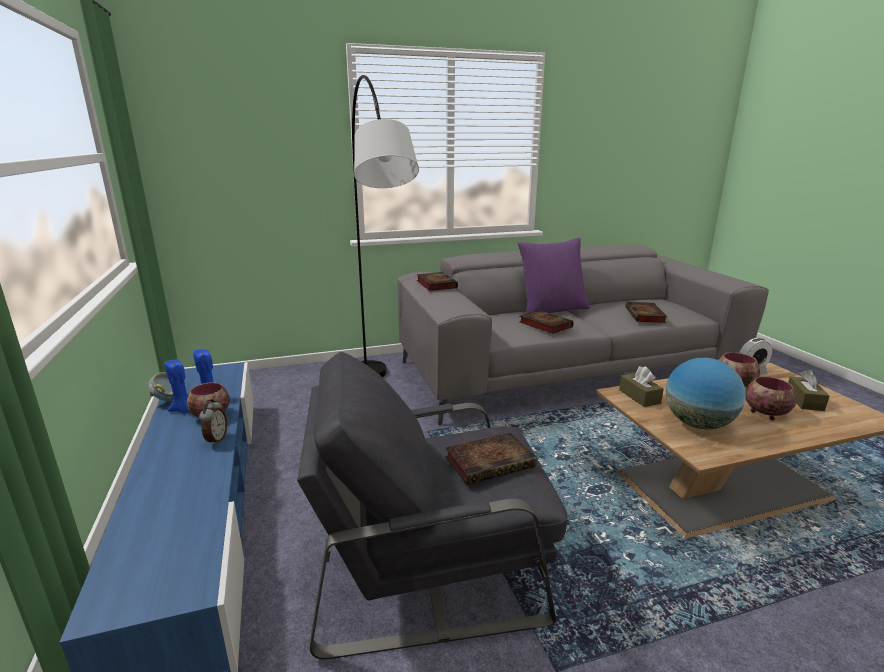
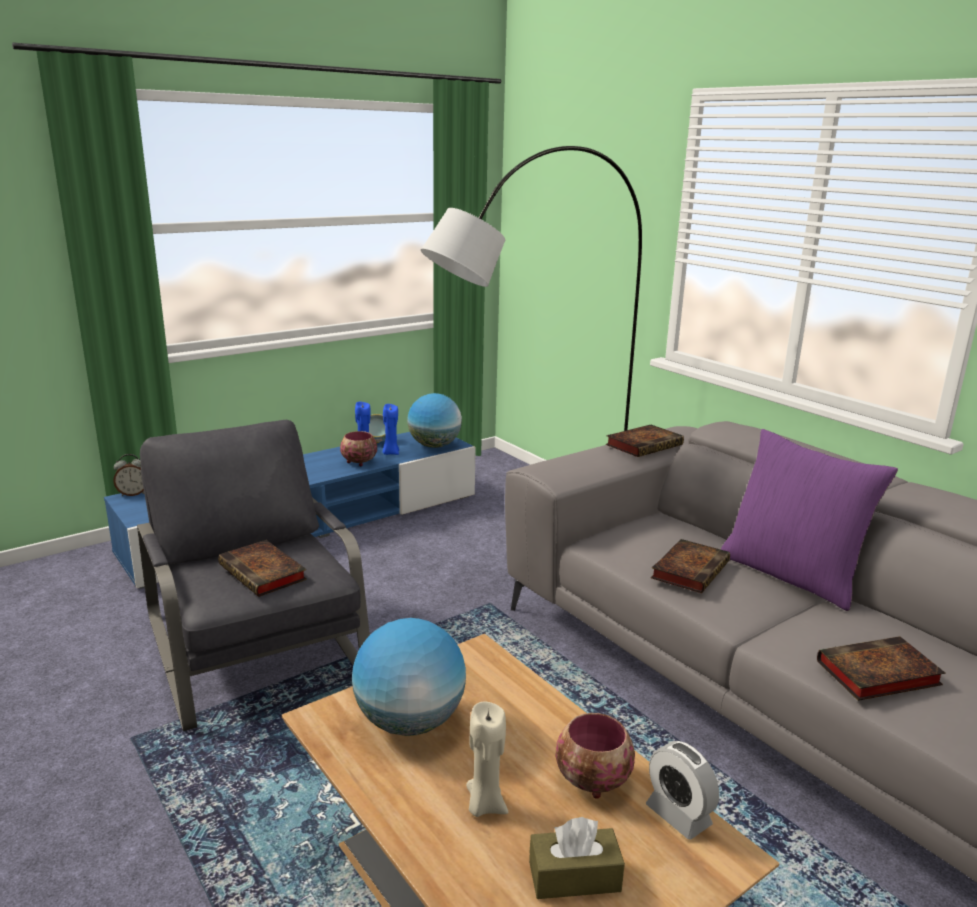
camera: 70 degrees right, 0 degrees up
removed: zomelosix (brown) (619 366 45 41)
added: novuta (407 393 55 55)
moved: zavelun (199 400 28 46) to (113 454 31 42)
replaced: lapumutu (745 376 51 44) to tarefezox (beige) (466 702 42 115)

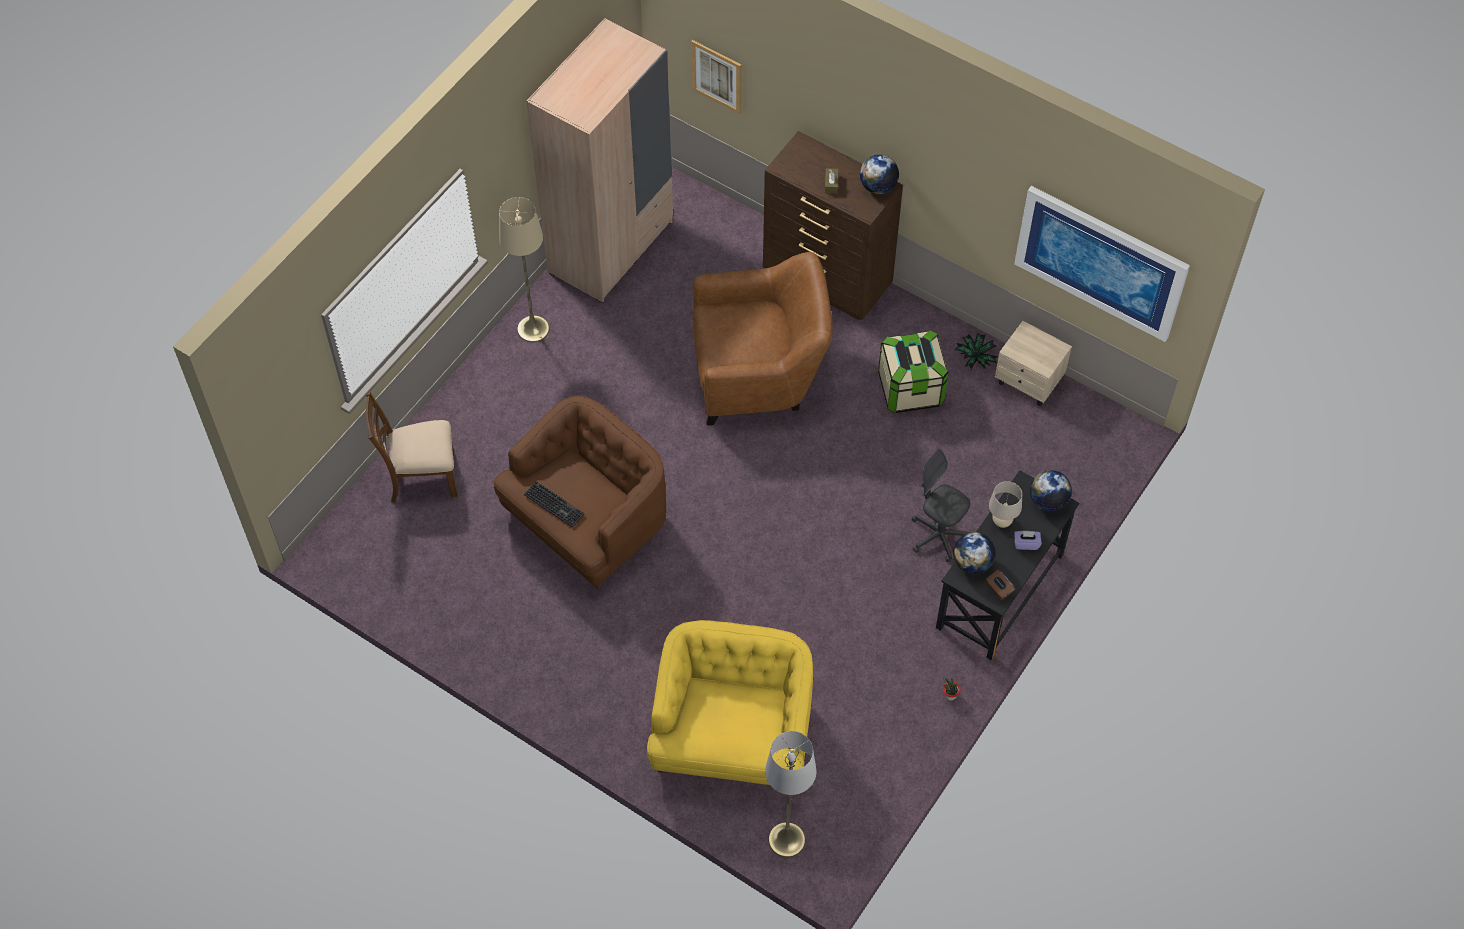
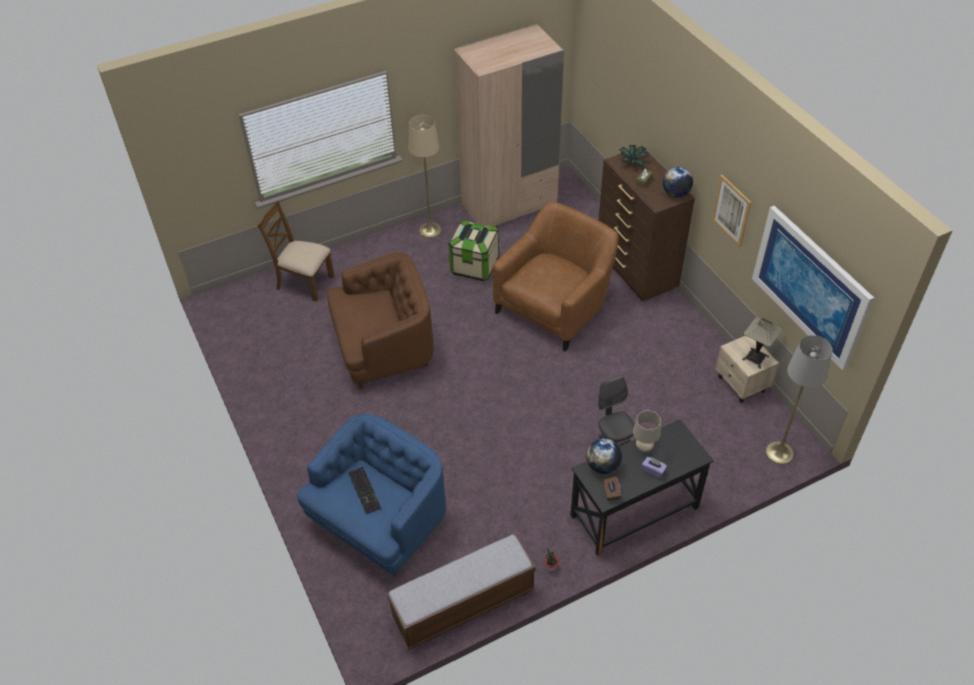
camera: 30 degrees right, 10 degrees down
removed: novuta (1030 470 42 41)
added: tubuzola (387 534 149 116); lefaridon (742 317 40 51)
moved: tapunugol (524 481 60 47) to (348 466 33 48); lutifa (691 40 50 74) to (711 175 40 73); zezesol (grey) (765 731 51 127) to (766 335 67 130); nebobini (878 330 71 83) to (449 220 50 61); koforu (955 333 43 36) to (619 145 30 22)
recoloured: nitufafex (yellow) (647 620 166 165) to nitufafex (blue) (297 413 149 164)
turned: nitufafex (brown) (693 252 140 173) = (493 201 126 150) 75 degrees counterclockwise

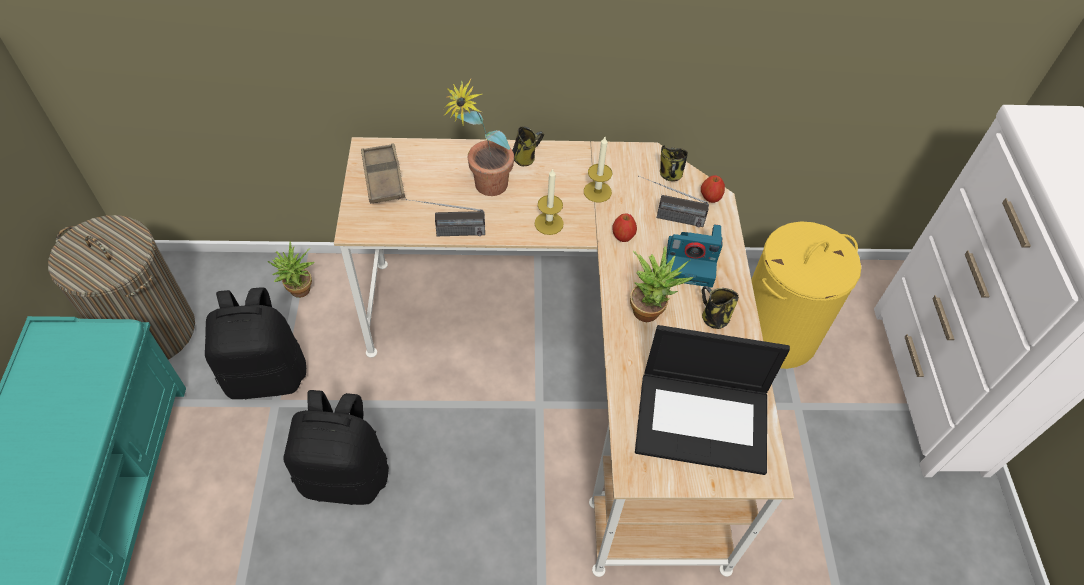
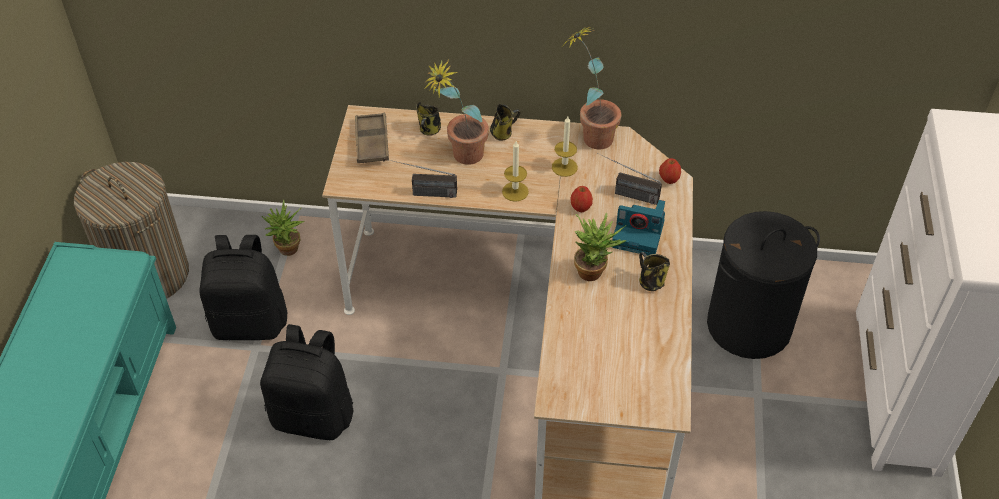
camera: 10 degrees right, 5 degrees down
removed: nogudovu (635 325 155 150)
added: koforu (560 27 61 123)
moved: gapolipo (660 146 28 35) to (416 102 25 34)
recoloured: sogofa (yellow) (751 221 110 148) to sogofa (black) (707 211 113 148)

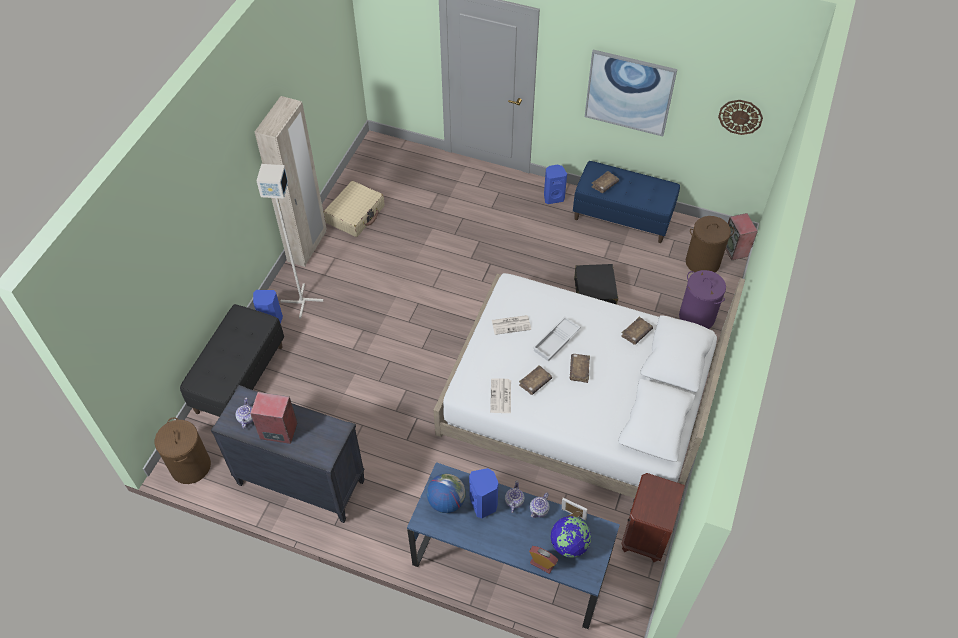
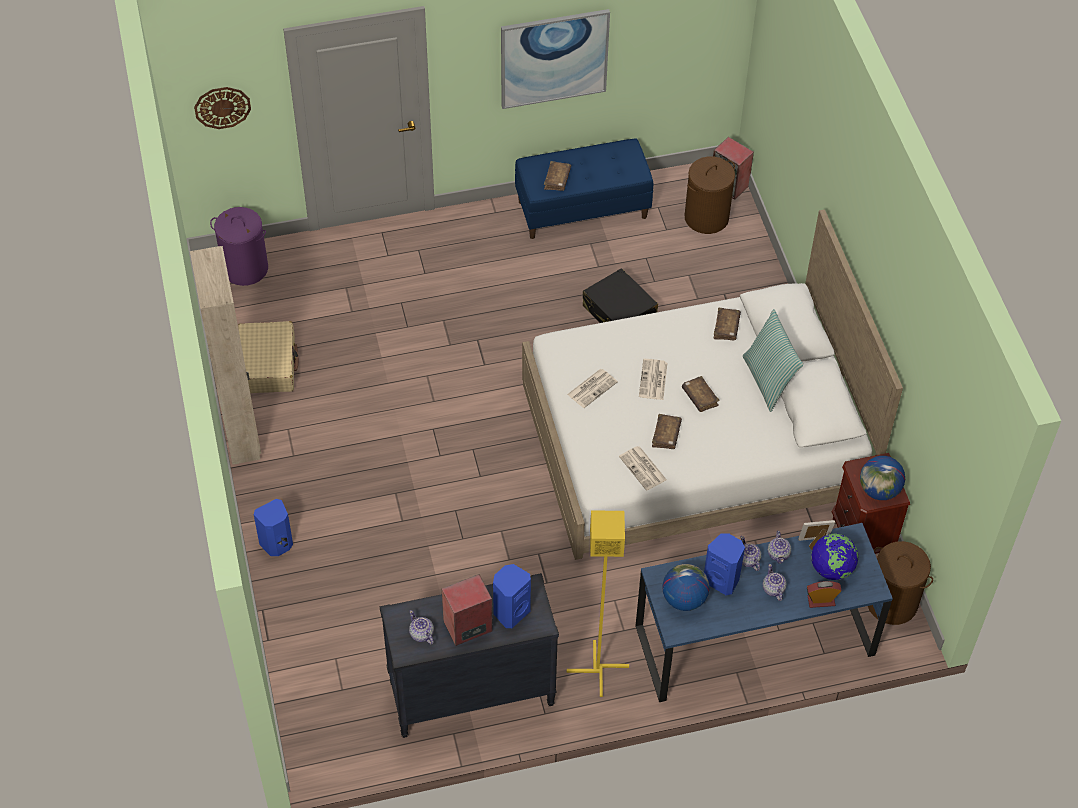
camera: 35 degrees left, 0 degrees up
removed: tubuzola (black) (180 304 104 113); zezesol (grey) (256 164 67 154)
added: zezesol (yellow) (567 511 62 186); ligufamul (743 309 60 103); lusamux (762 564 25 37); novuta (860 456 45 44)
moved: sogofa (brown) (155 417 56 67) to (868 541 65 84); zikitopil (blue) (544 165 23 39) to (493 564 38 64); sogofa (purple) (679 270 47 59) to (210 207 58 79); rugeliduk (718 100 45 35) to (194 87 57 42)
replaced: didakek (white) (533 316 48 45) to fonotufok (639 359 28 41)

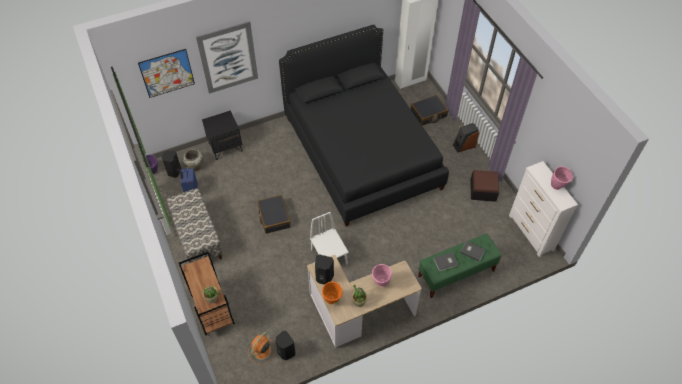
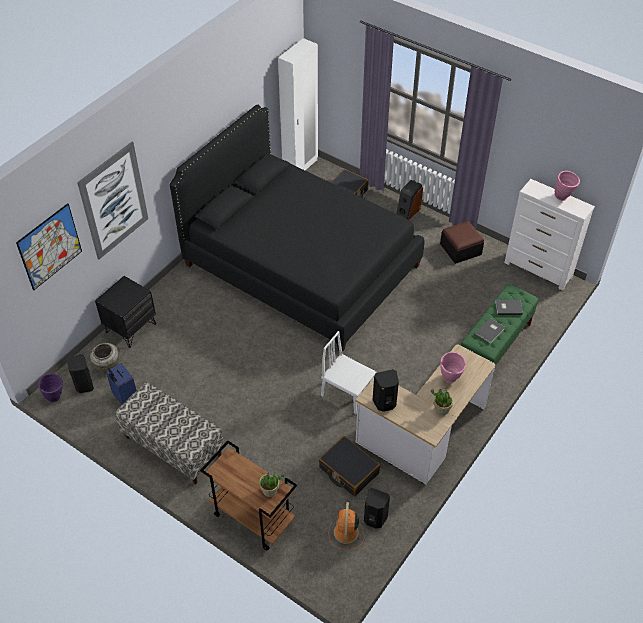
camera: 30 degrees left, 5 degrees down
removed: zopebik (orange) (322 282 20 22)
moved: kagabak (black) (257 195 34 39) to (319 436 61 61)

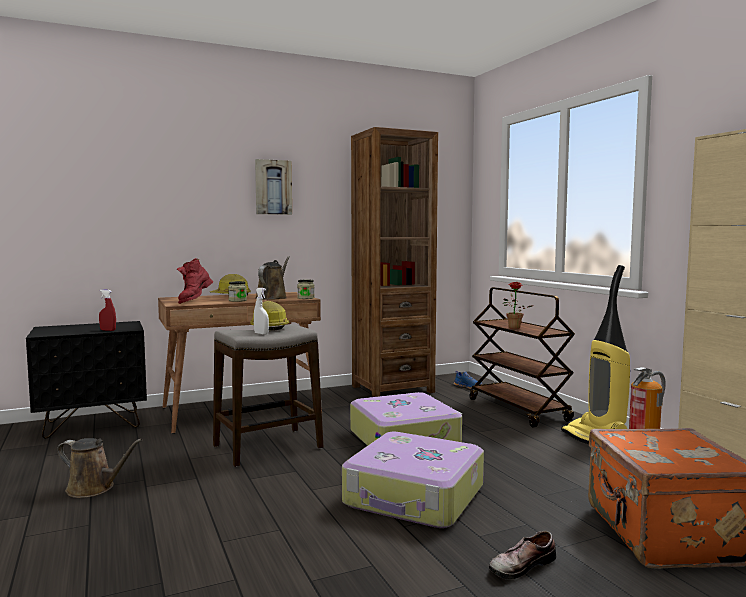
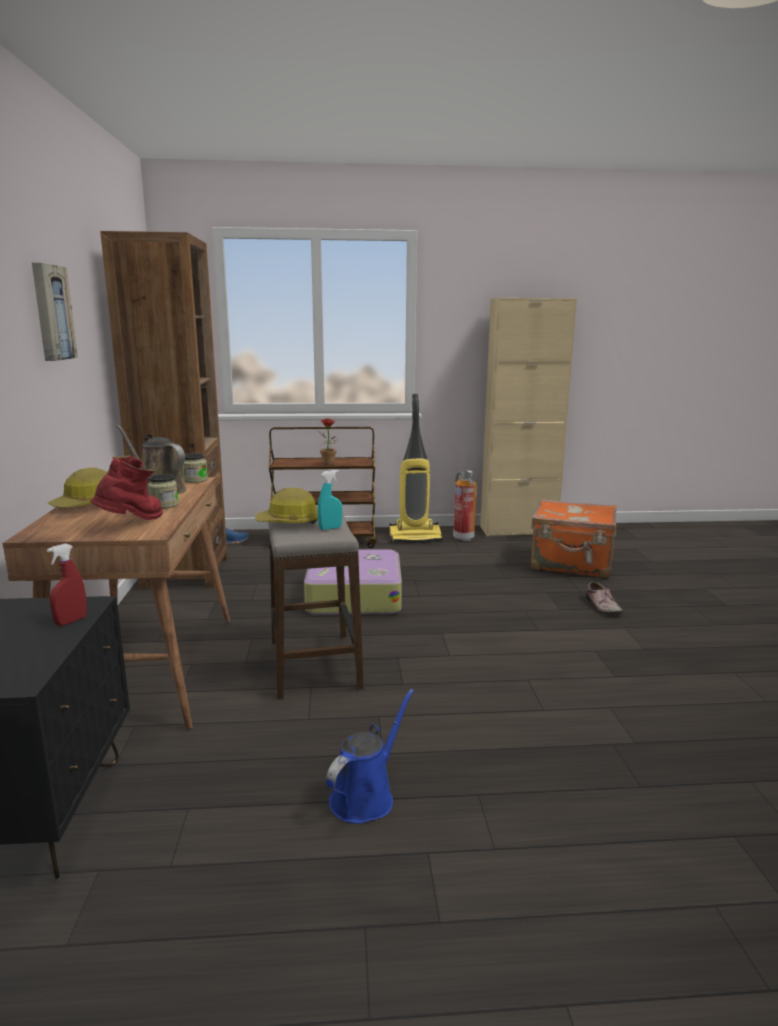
camera: 70 degrees left, 10 degrees up
removed: kagabak (342 431 142 97)
recoloured: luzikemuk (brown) (57 438 86 60) to luzikemuk (blue) (326 689 88 135); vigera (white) (254 288 15 47) to vigera (turquoise) (318 470 25 60)
turned: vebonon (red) (177 258 36 46) = (90 456 73 64) 105 degrees counterclockwise

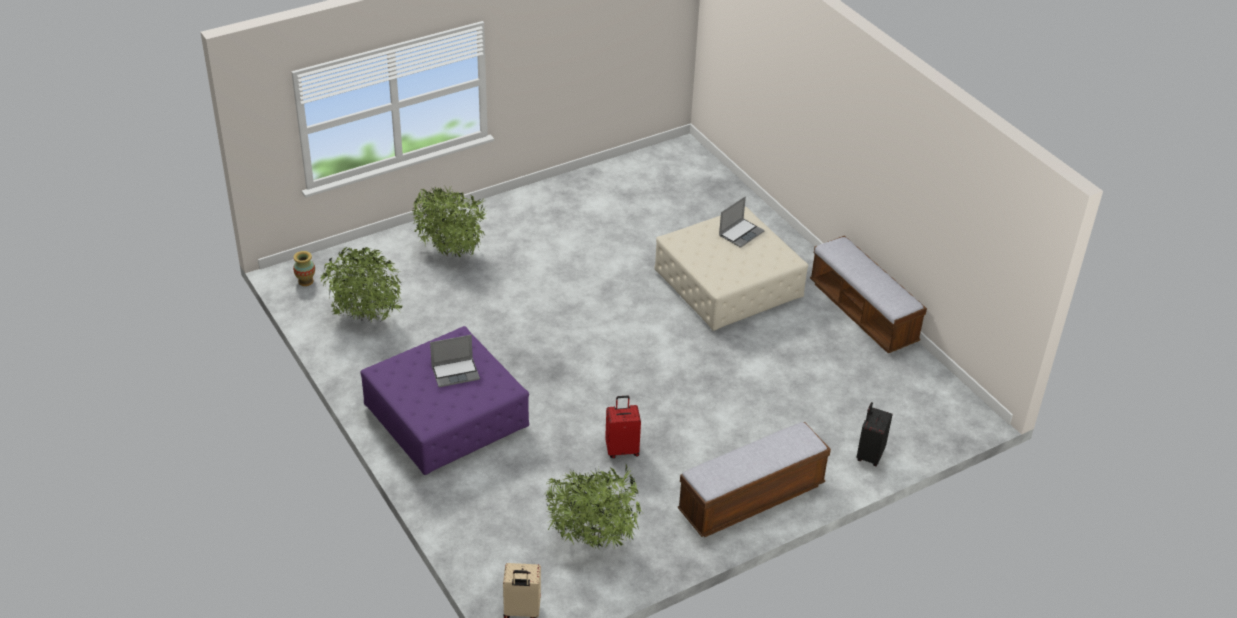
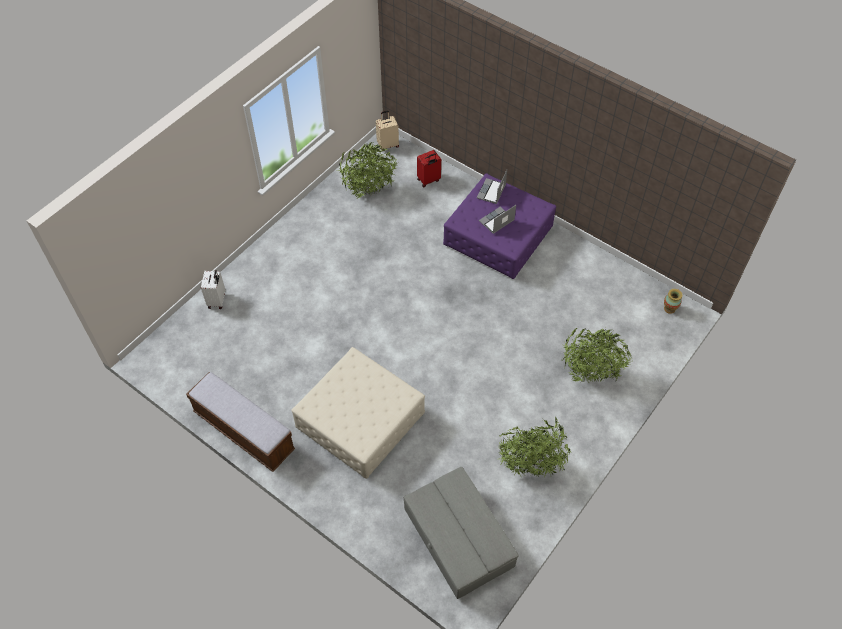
camera: 160 degrees right, 15 degrees up
removed: tubuzola (678 422 153 115)
added: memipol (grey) (404 467 115 132)
moved: koforu (320 247 83 75) to (498 416 72 61); kagabak (red) (605 395 36 63) to (417 150 24 37); nogudovu (719 196 45 52) to (477 170 30 34)
recoloured: kagabak (black) (856 402 37 64) to kagabak (white) (201 270 24 39)

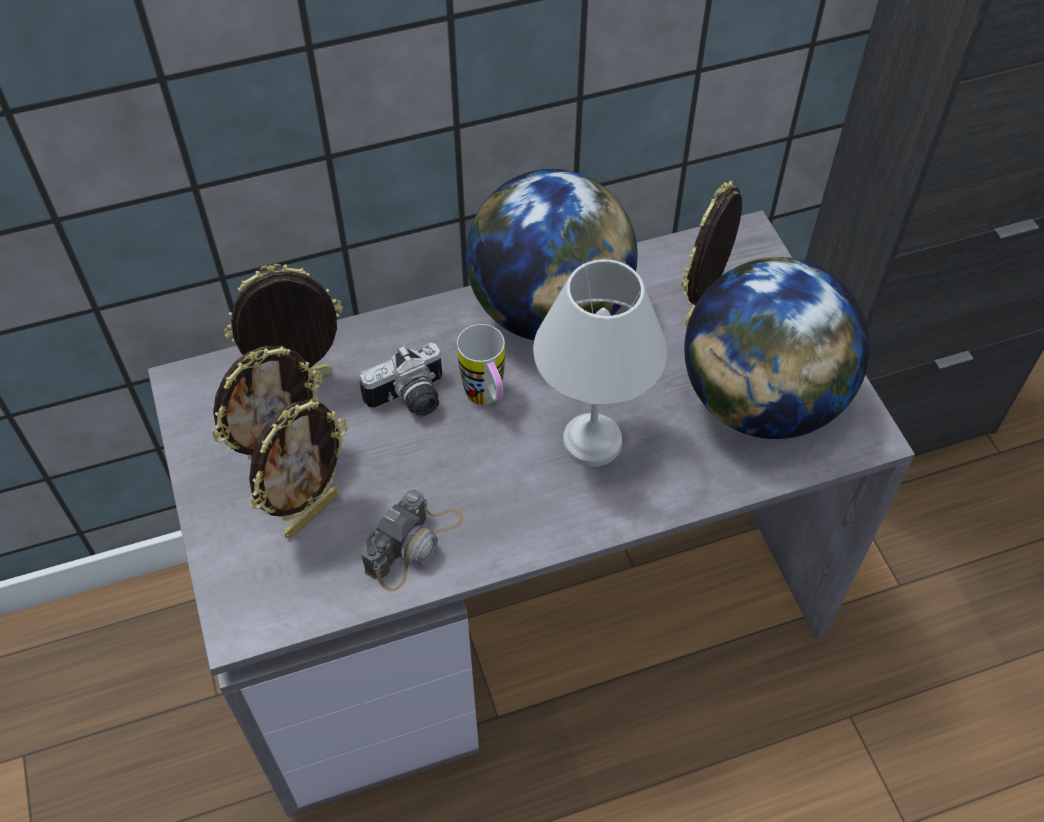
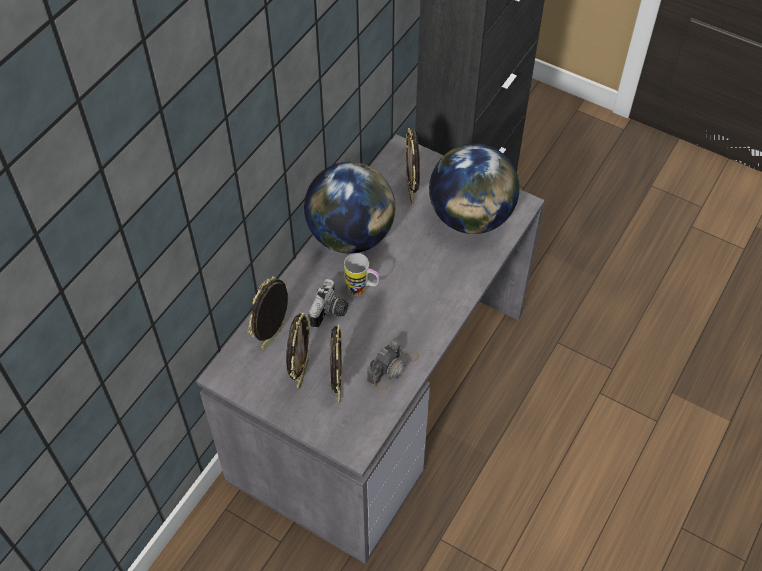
camera: 40 degrees left, 0 degrees up
removed: lefaridon (white) (533 259 134 208)
turned: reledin (362 489 102 102) = (367 340 52 51) 45 degrees clockwise

